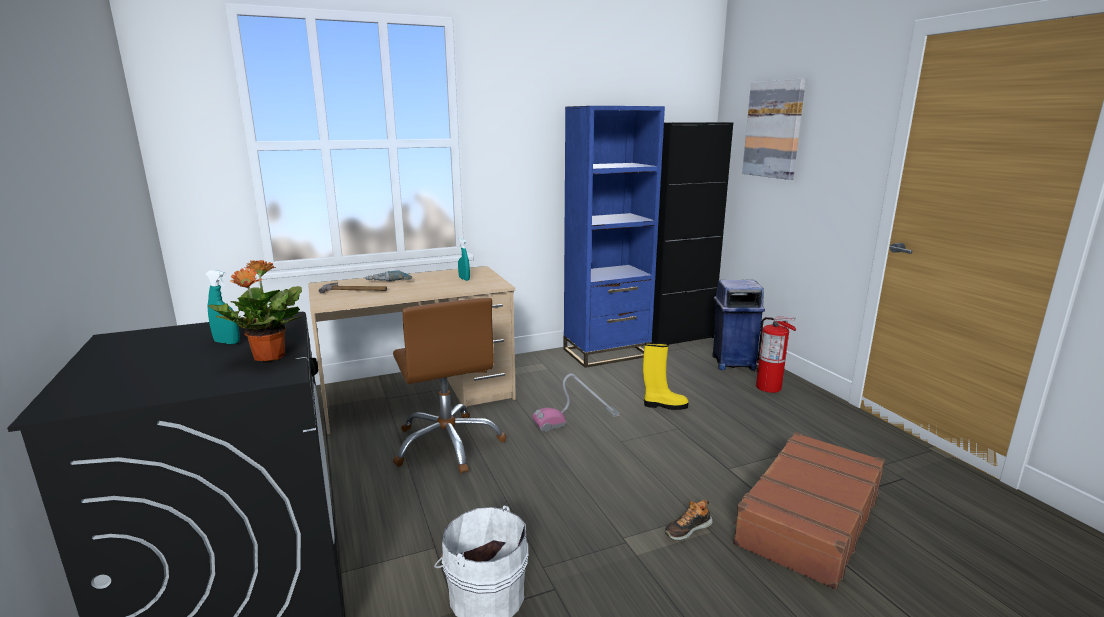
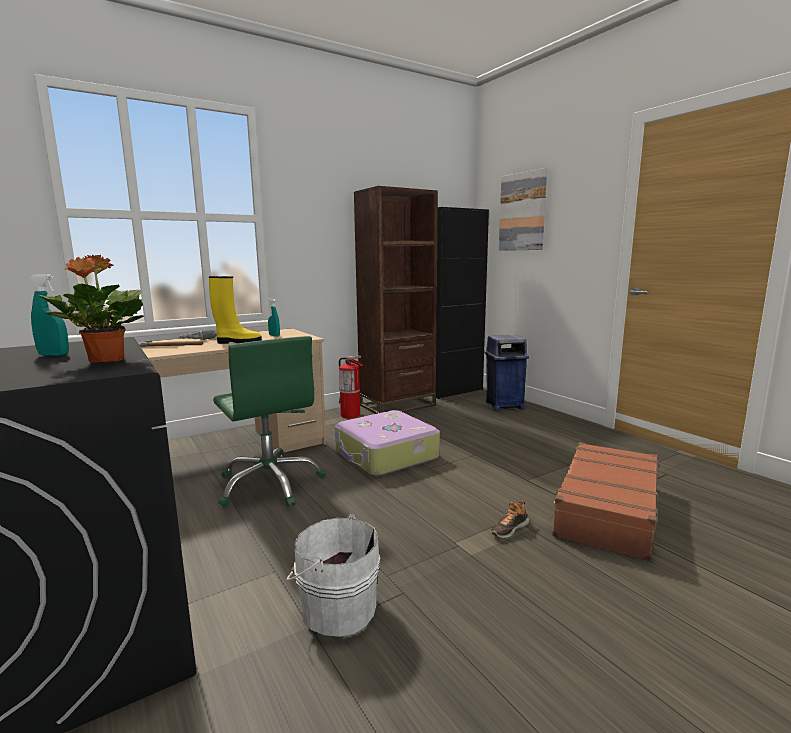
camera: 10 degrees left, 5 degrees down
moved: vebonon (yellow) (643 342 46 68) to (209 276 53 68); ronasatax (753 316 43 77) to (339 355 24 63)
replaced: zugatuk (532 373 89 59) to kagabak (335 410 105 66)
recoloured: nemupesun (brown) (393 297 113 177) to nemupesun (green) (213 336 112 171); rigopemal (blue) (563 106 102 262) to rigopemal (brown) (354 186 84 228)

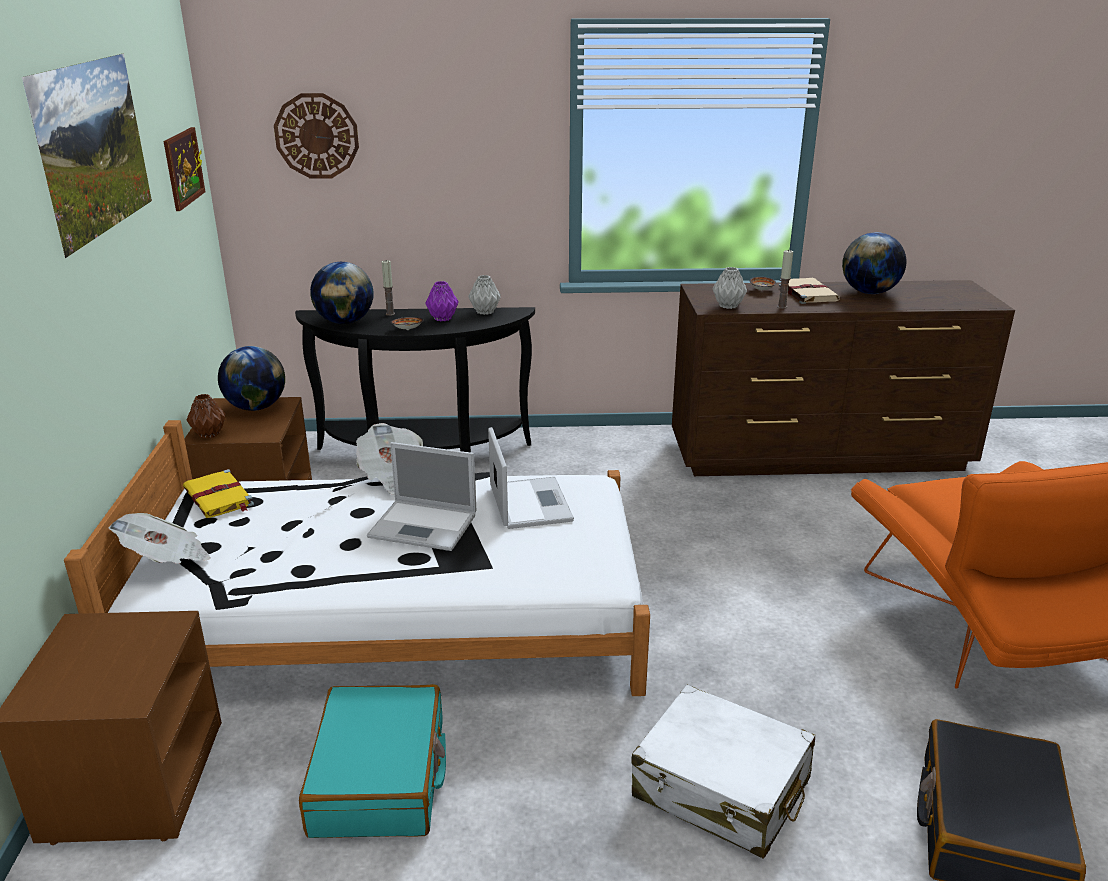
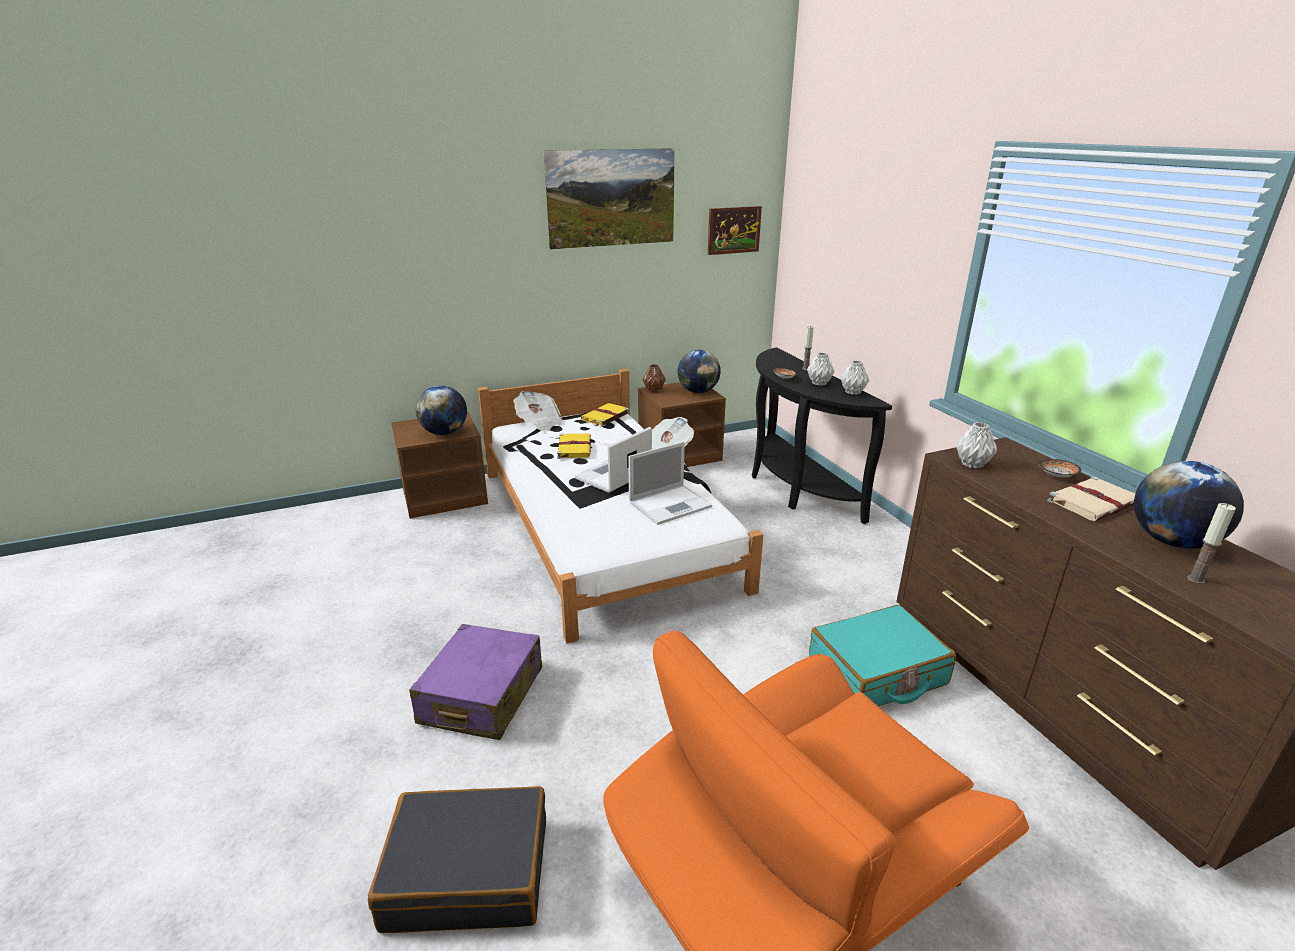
camera: 70 degrees right, 0 degrees up
removed: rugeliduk (274 93 85 86)
added: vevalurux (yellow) (557 433 34 26)
moved: kagabak (turquoise) (299 684 147 154) to (809 605 147 101); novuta (310 262 64 62) to (416 385 51 50); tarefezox (777 249 16 60) to (1187 503 49 81)
recoloured: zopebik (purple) (425 281 34 40) to zopebik (grey) (807 353 28 33); kagabak (white) (631 685 184 174) to kagabak (purple) (409 624 133 116)
turned: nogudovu (367 442 109 109) = (575 427 77 66) 45 degrees clockwise

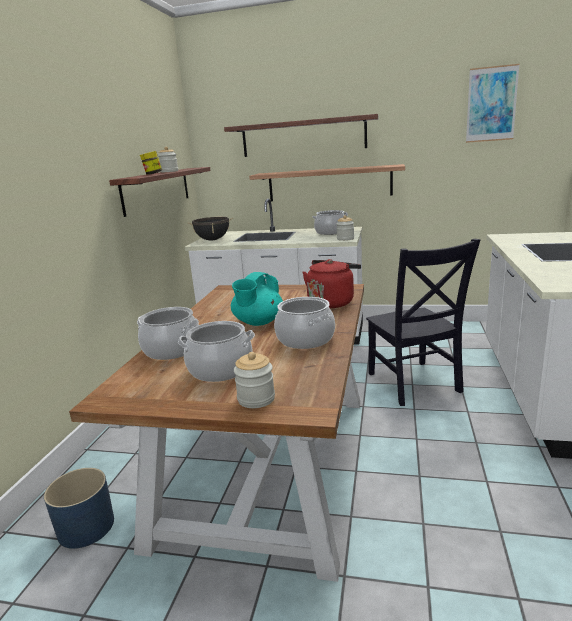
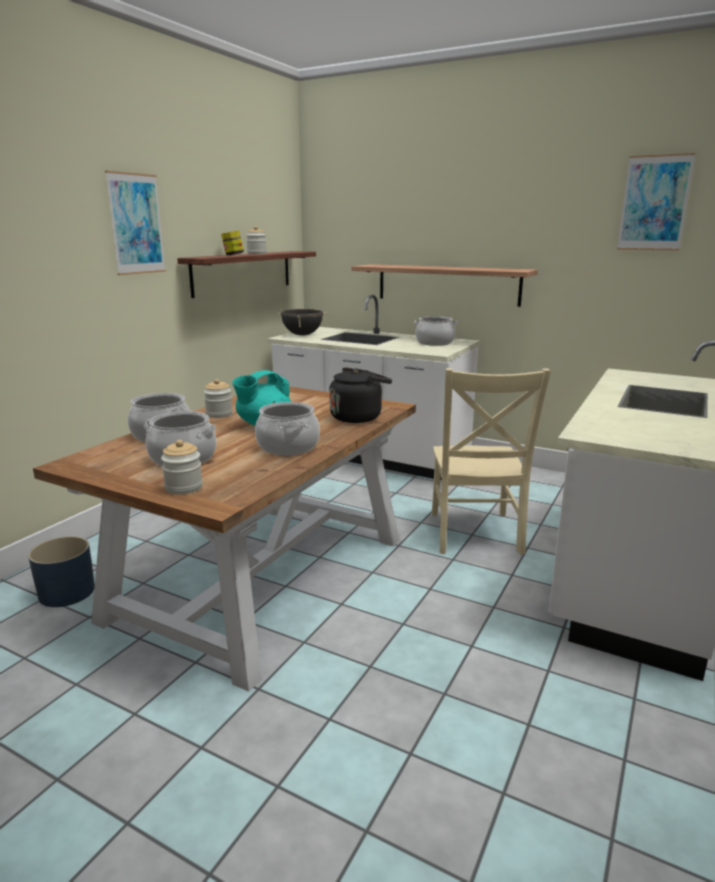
camera: 15 degrees right, 0 degrees up
removed: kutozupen (224 114 154 43)
added: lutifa (105 171 61 104)
moved: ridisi (336 215 18 26) to (204 379 29 39)
recoloured: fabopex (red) (302 259 59 49) to fabopex (black) (329 367 63 56); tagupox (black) (366 239 115 167) to tagupox (beige) (432 368 119 187)

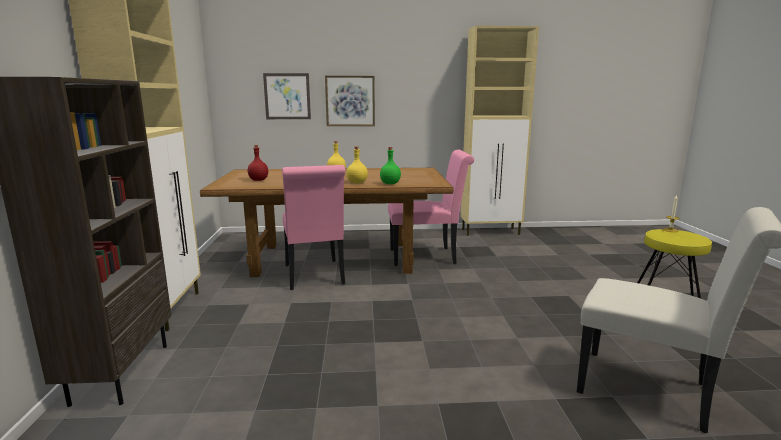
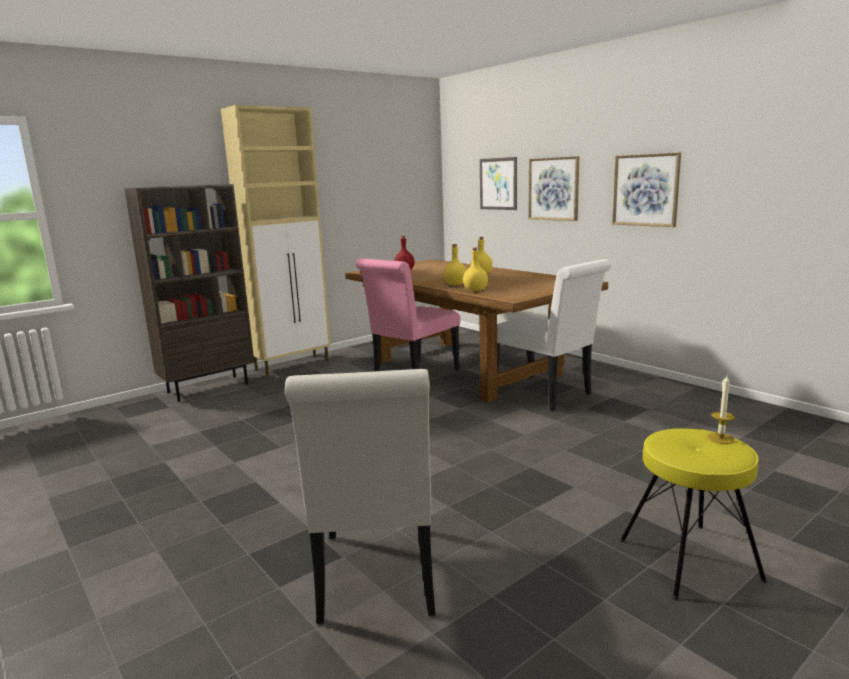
camera: 55 degrees right, 0 degrees up
removed: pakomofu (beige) (461 26 78 210)
added: lutifa (612 153 69 74)
recoloured: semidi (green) (380 147 21 37) to semidi (yellow) (463 247 25 44); tagupox (pink) (388 150 86 116) to tagupox (white) (497 259 115 152)

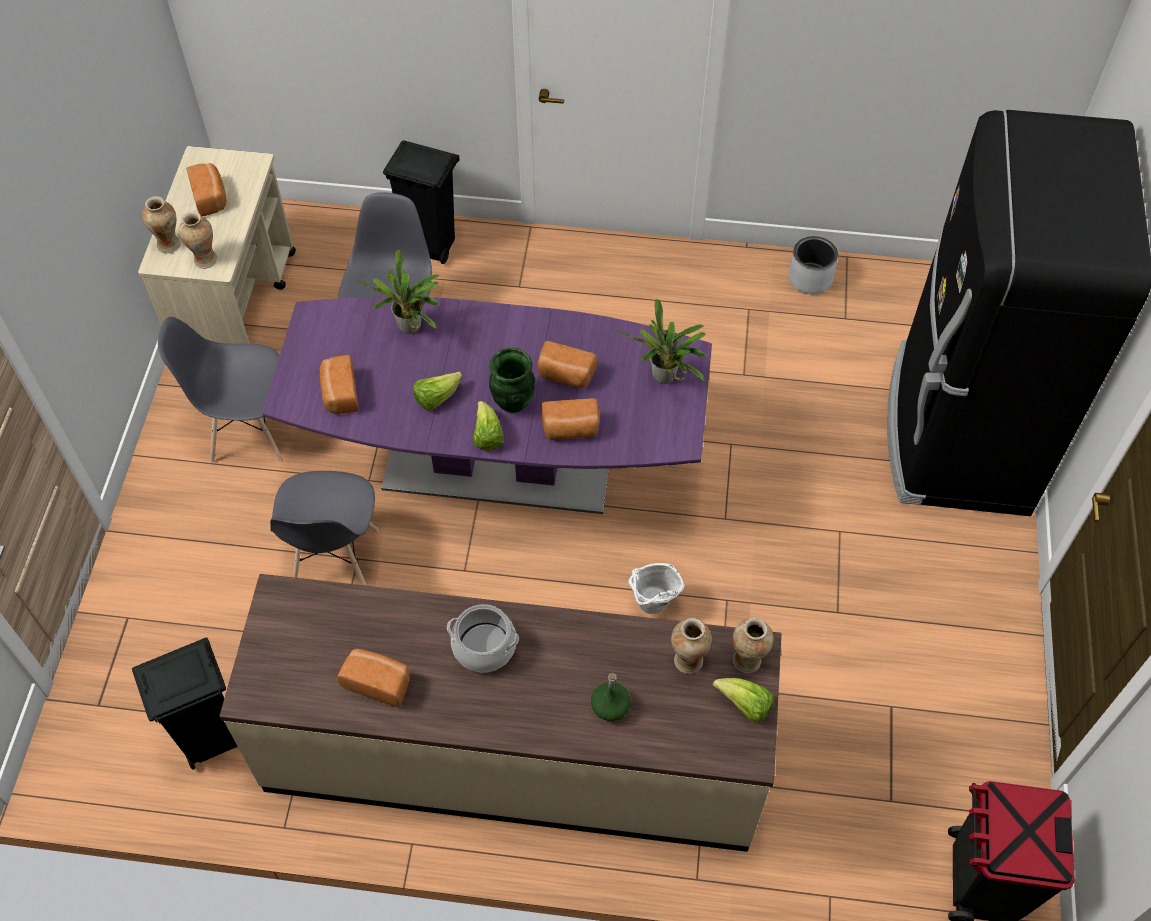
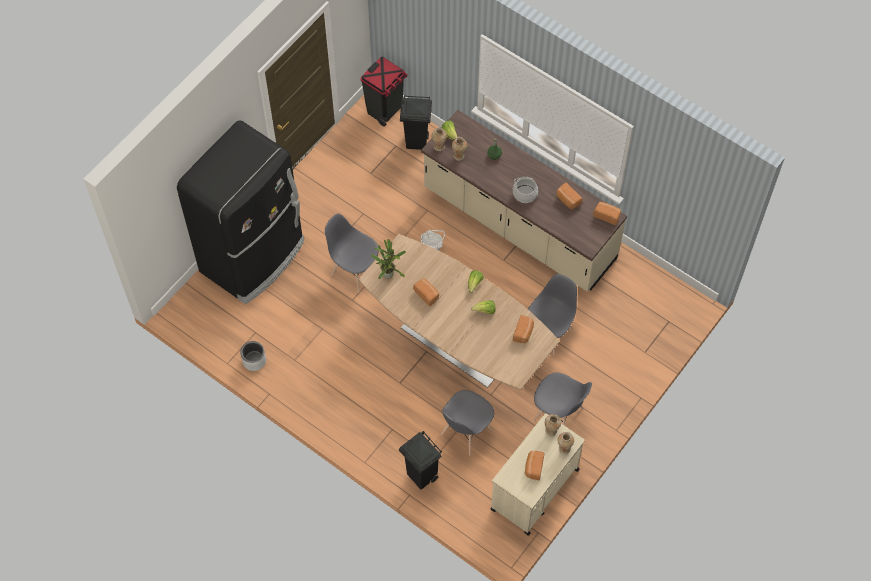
camera: 150 degrees left, 5 degrees up
removed: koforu (355 250 85 84); zopebik (green) (489 348 46 65)
added: tagupox (grey) (325 213 54 79)
moved: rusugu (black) (132 637 105 133) to (400 95 32 55); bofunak (541 398 58 41) to (593 202 28 23)
recoloured: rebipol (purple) (262 297 450 217) to rebipol (brown) (358 234 202 156)

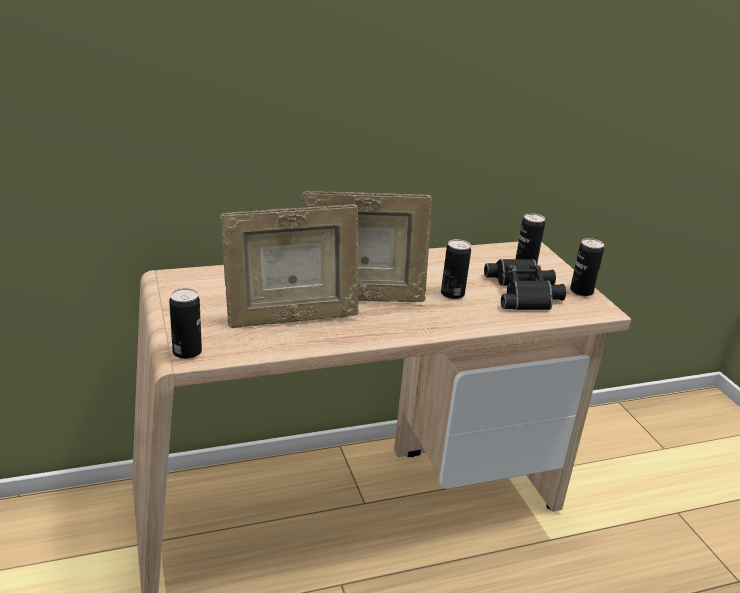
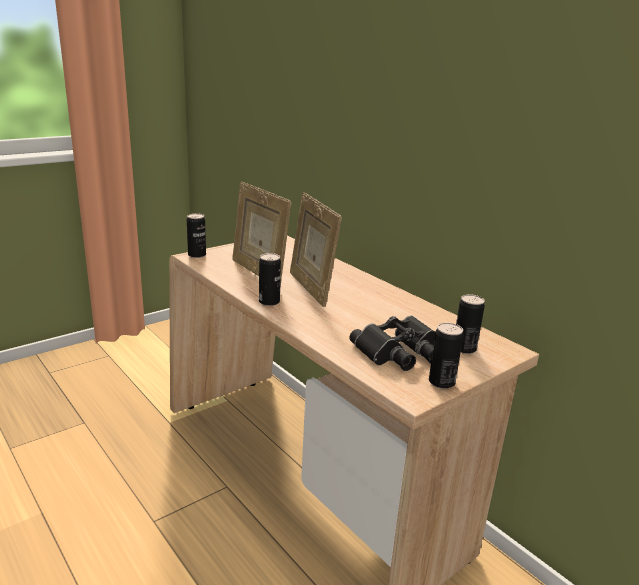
camera: 70 degrees right, 5 degrees down
moved: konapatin (441 239 30 60) to (259 253 22 53)

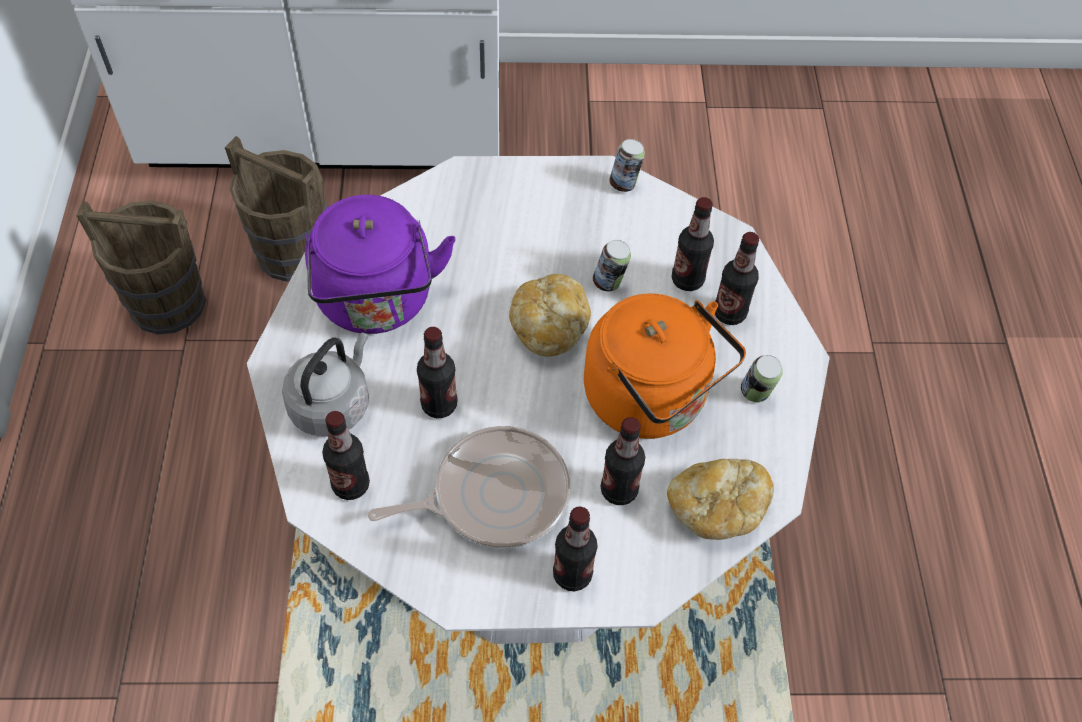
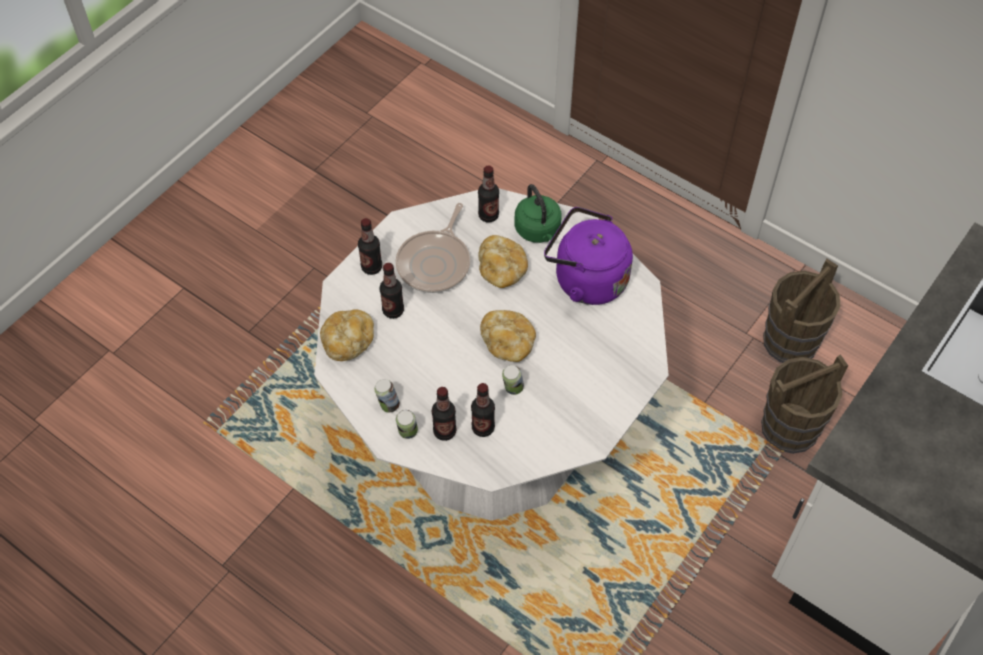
camera: 130 degrees right, 0 degrees up
removed: fabopex (orange) (584 293 162 146)
moved: konapatin (609 139 36 53) to (396 410 22 29)
replaced: semidi (417 327 40 91) to bofunak (478 235 50 53)
recoloured: fabopex (grey) (282 333 87 104) to fabopex (green) (514 184 48 59)

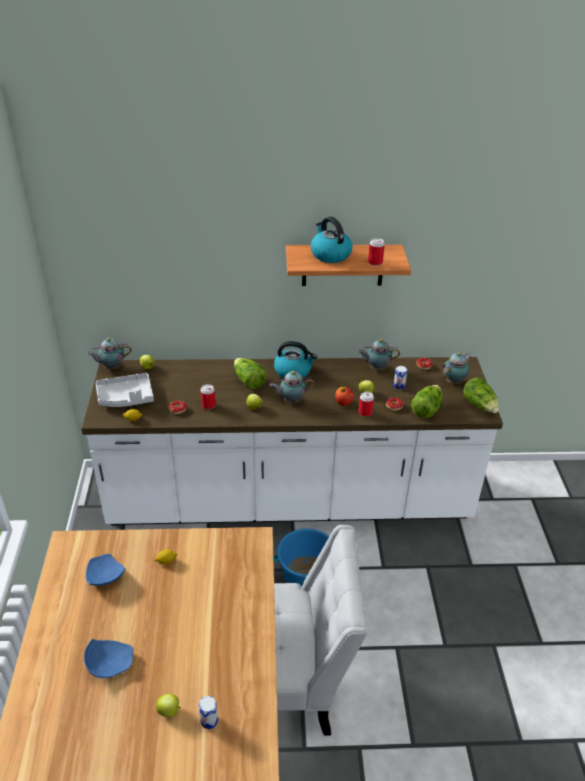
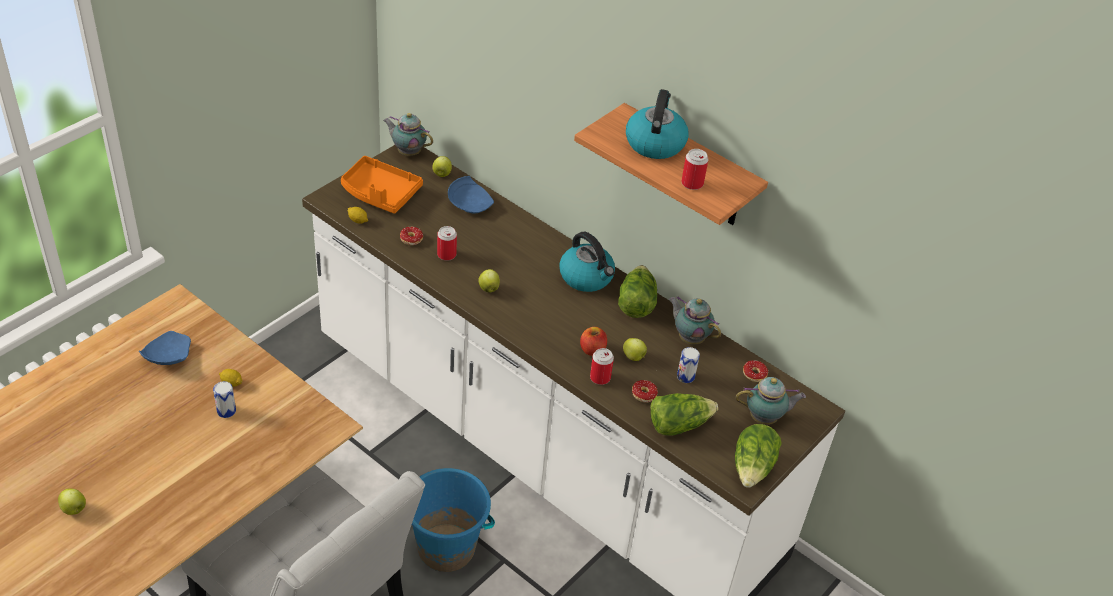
camera: 40 degrees right, 5 degrees up
removed: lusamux (270 371 45 33)
moved: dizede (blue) (84 639 49 39) to (448 176 46 38); konapatin (199 696 19 33) to (213 381 23 37); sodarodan (234 358 32 31) to (618 265 39 53)
recoloured: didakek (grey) (95 373 59 34) to didakek (orange) (341 156 82 58)

